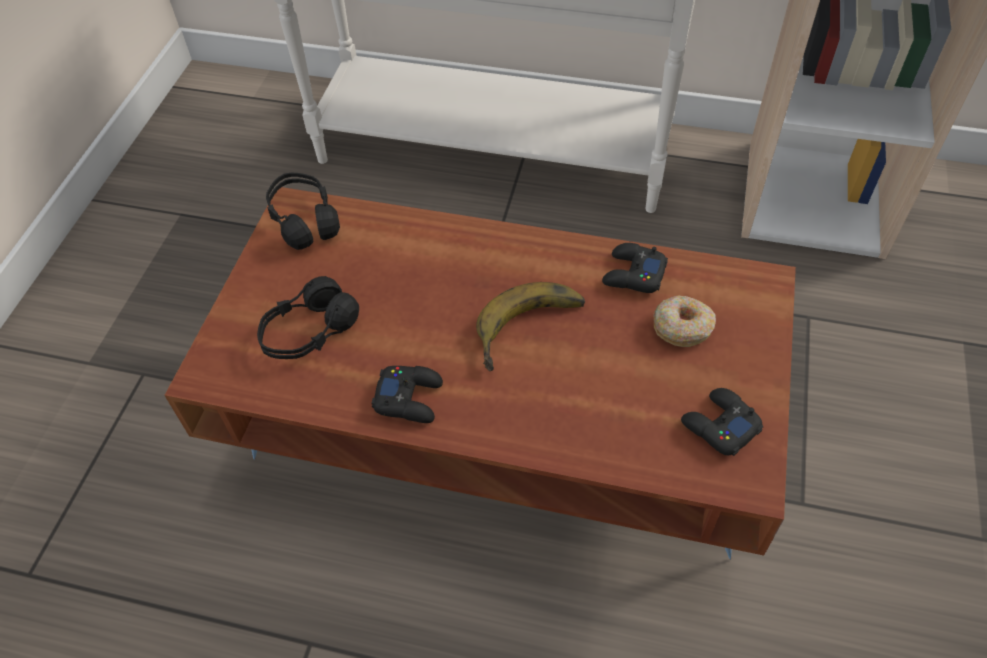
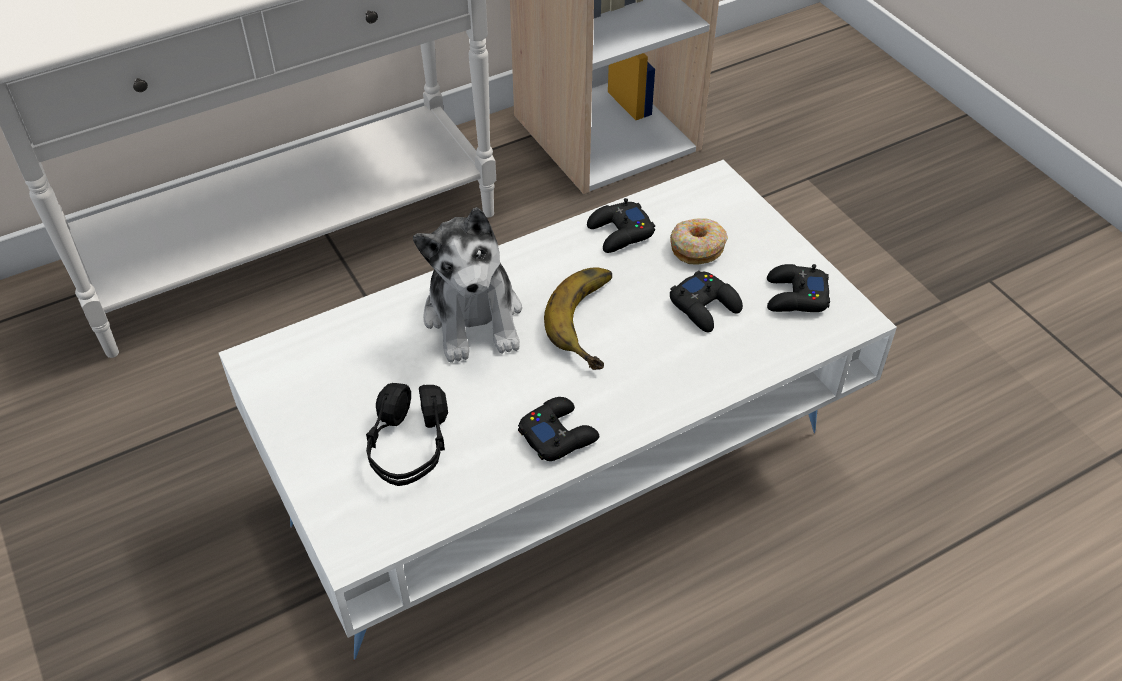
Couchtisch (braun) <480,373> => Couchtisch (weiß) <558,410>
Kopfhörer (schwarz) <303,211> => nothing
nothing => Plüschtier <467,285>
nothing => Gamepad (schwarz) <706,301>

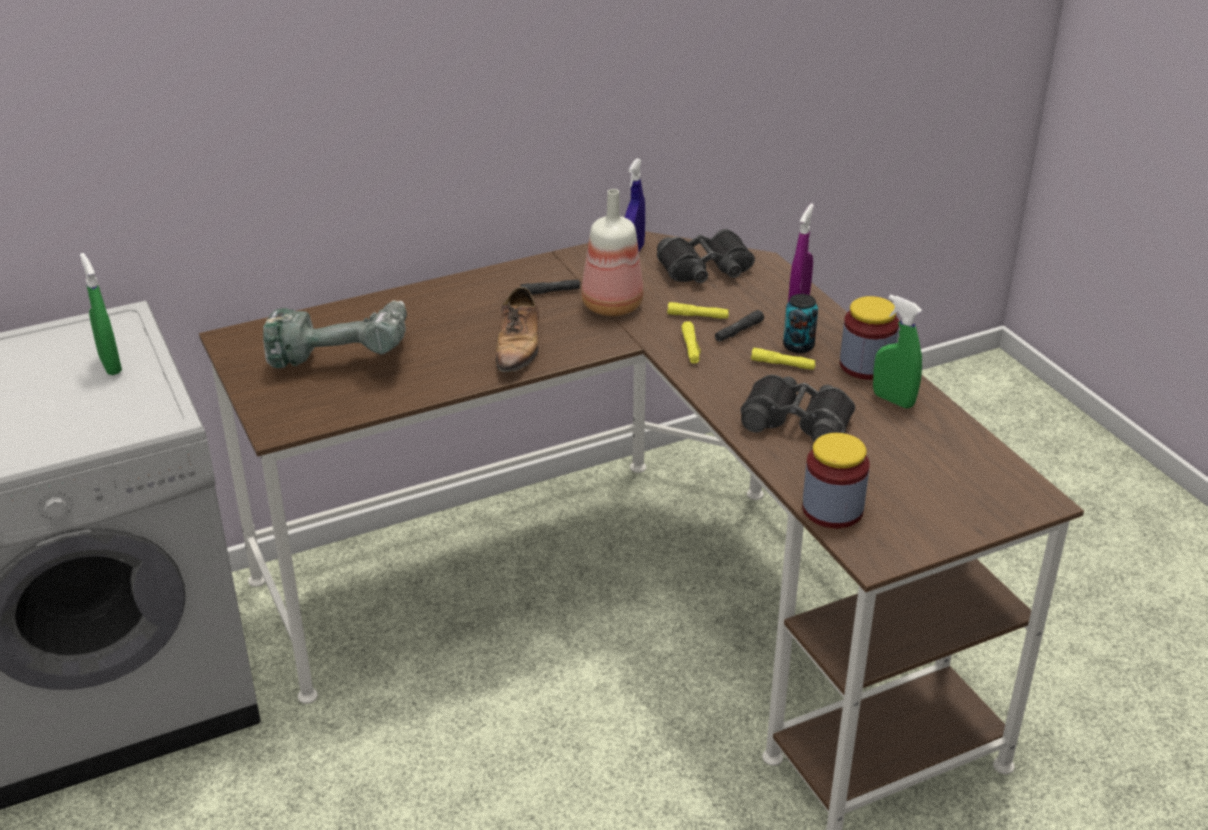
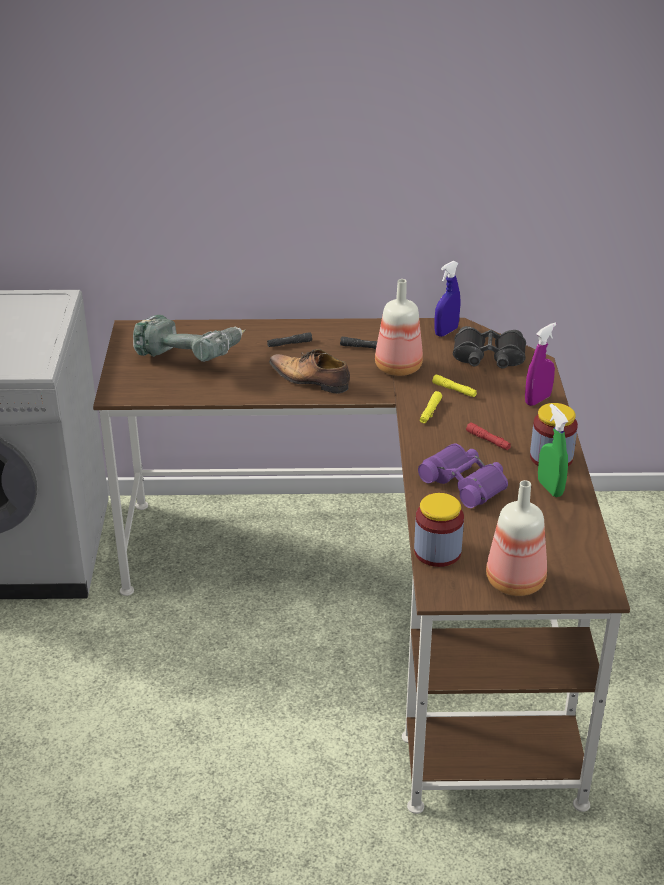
Sprühflasche (grün) <101,314> => nothing
Schuh <517,329> => Schuh <309,371>, 90 degrees clockwise
Taschenlampe (schwarz) <739,326> => Taschenlampe (schwarz) <289,339>, moved
Fernglas (schwarz) <797,408> => Fernglas (lila) <463,476>
Taschenlampe (gelb) <783,359> => Taschenlampe (rot) <488,436>
Dose <800,323> => nothing
nothing => Flasche <516,538>

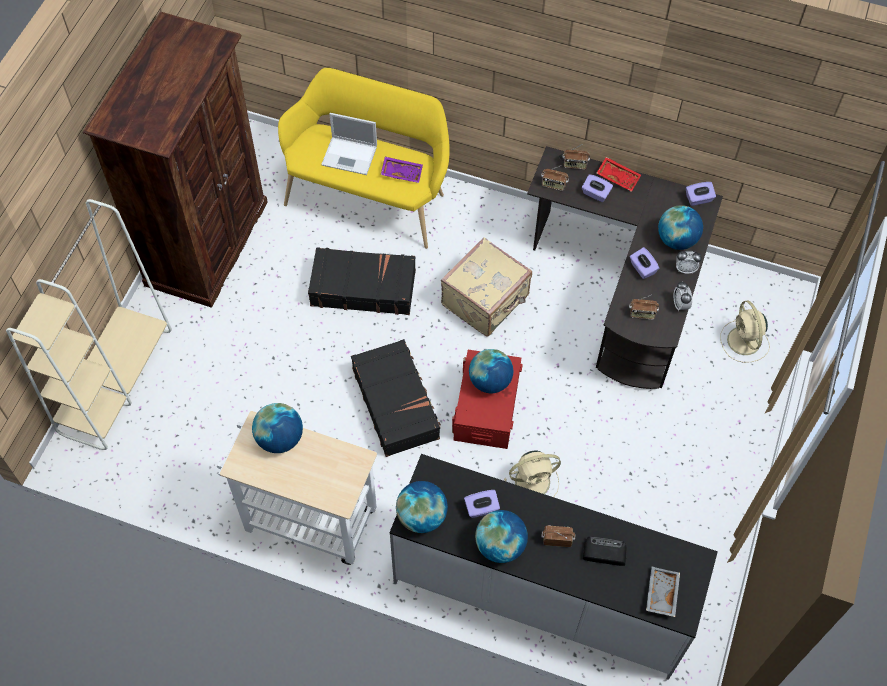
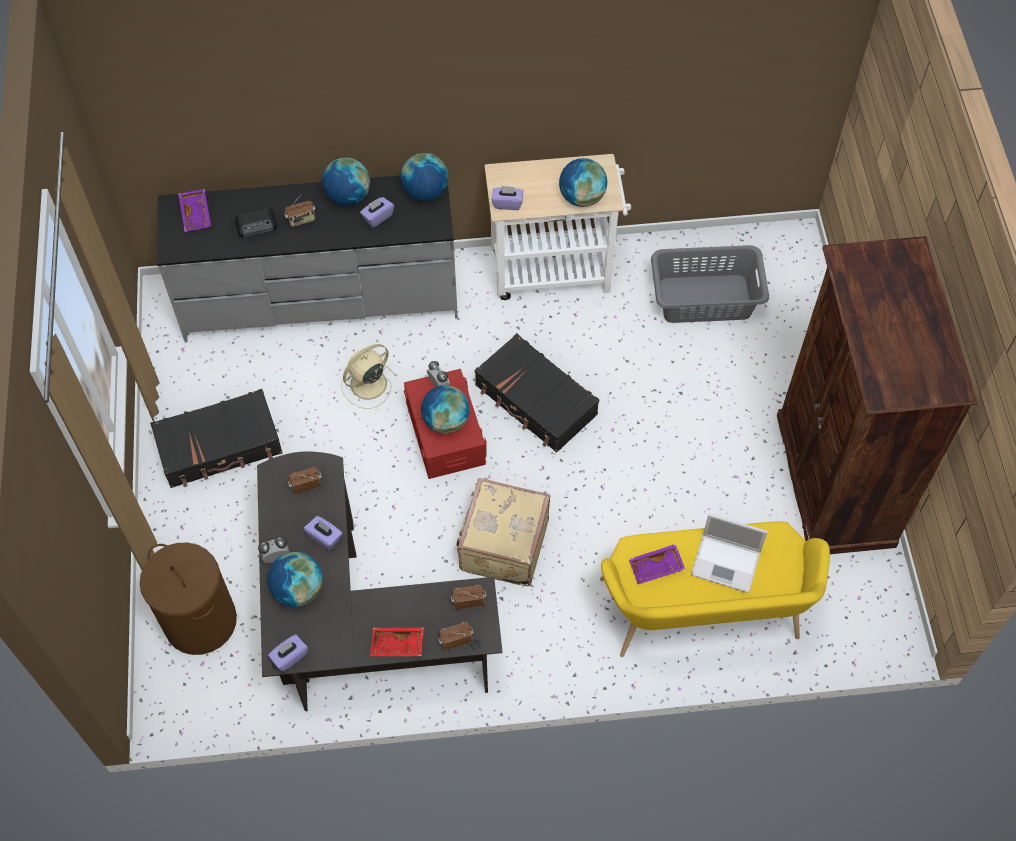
Kleiderständer (beige) <89,324> => nothing
Koffer (schwarz) <362,281> => Koffer (schwarz) <216,438>, moved
Laptop <349,144> => Laptop <729,553>, 150 degrees counterclockwise
Taschentuchbox (lila) <597,188> => Taschentuchbox (lila) <507,198>, moved
Tablett (grau) <663,592> => Tablett (lila) <194,210>
Wecker <683,296> => Wecker <438,374>, moved
Ventilator (beige) <745,332> => Wäschekorb (braun) <188,599>
nothing => Wäschekorb (grau) <710,284>

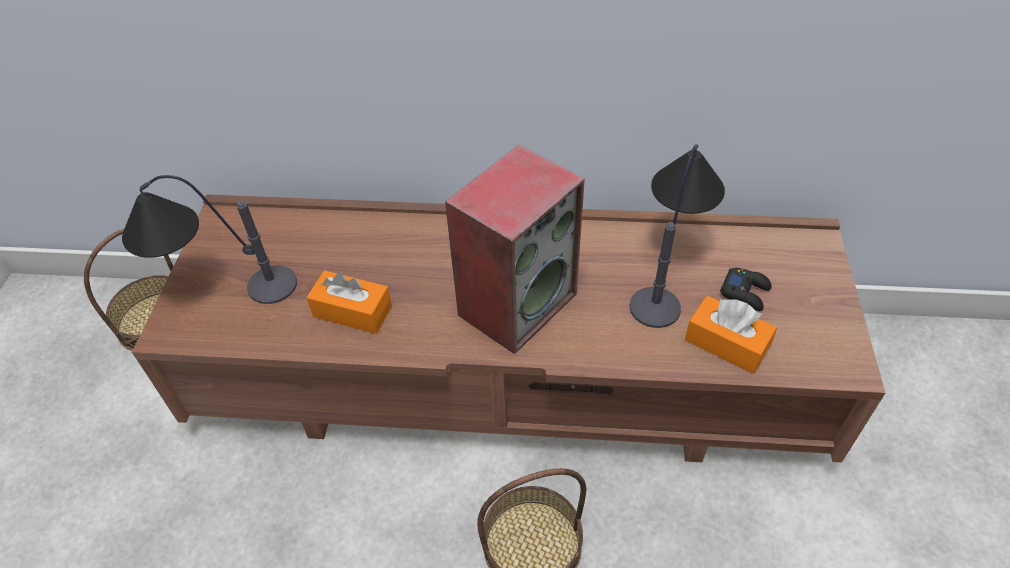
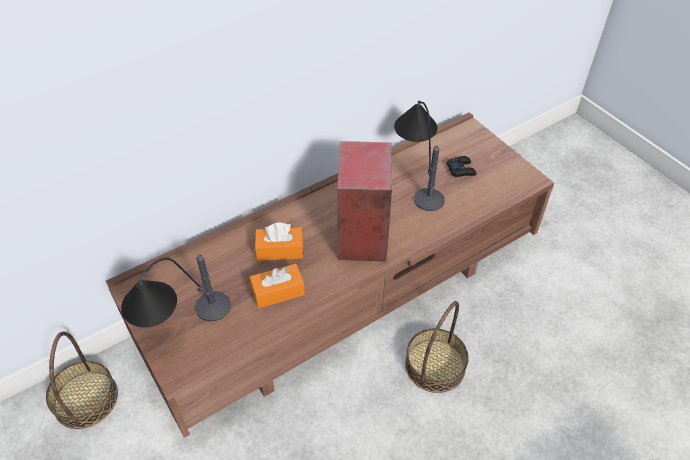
Taschentuchbox (orange) <731,335> => Taschentuchbox (orange) <279,242>, moved

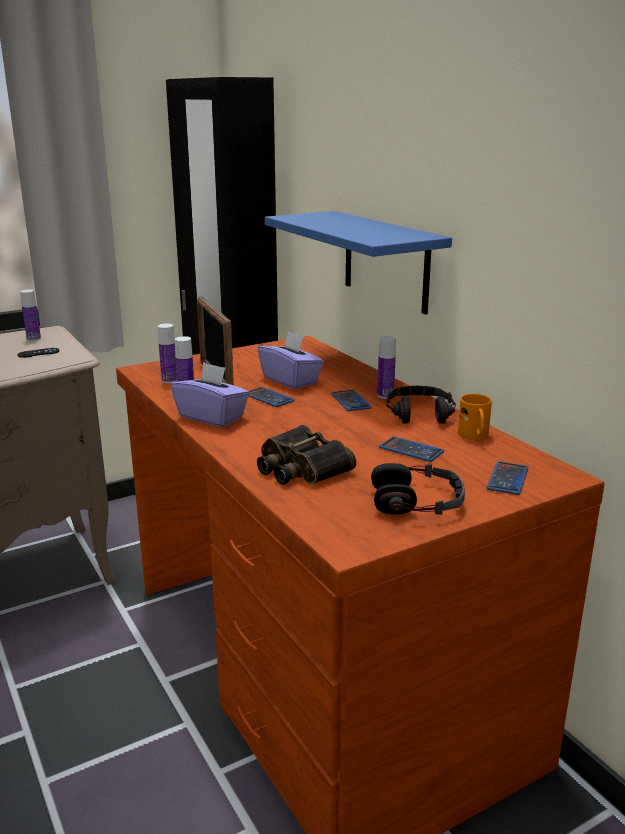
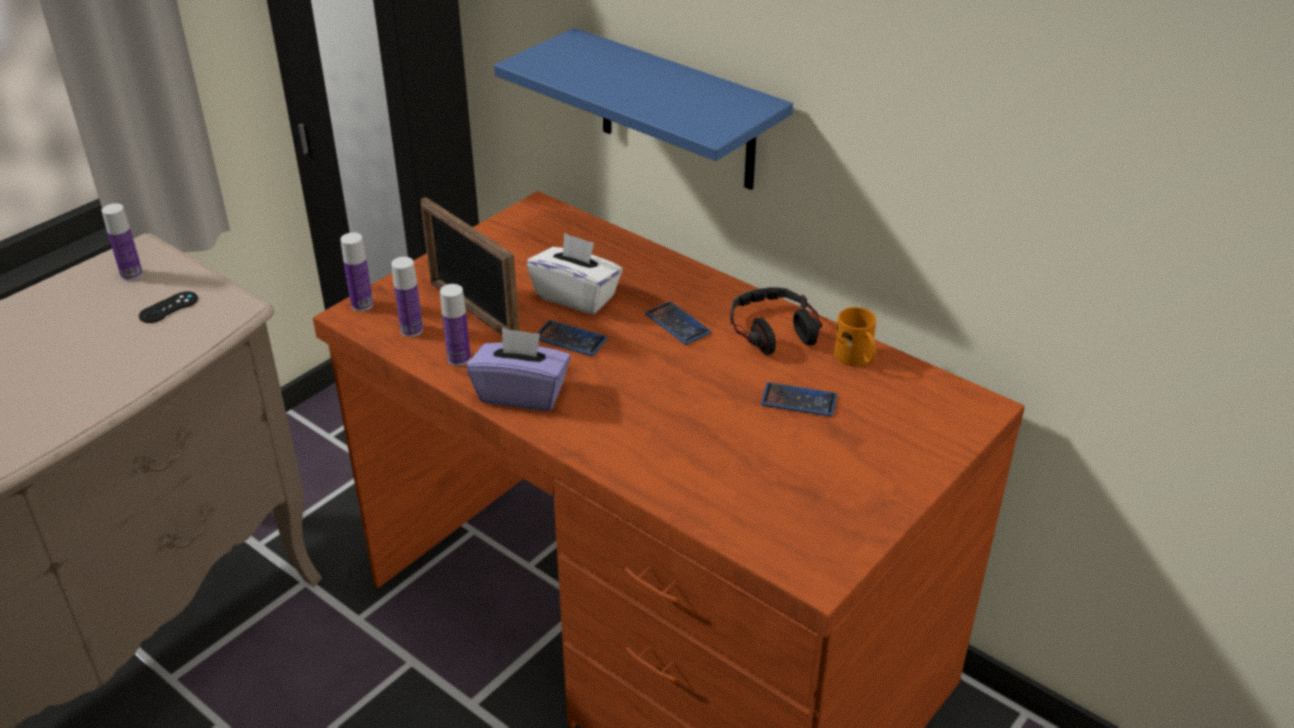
Fernglas <306,455> => nothing
Taschentuchbox (lila) <291,360> => Taschentuchbox (weiß) <575,273>
Kopfhörer <418,489> => nothing
Flasche <386,367> => Flasche <356,272>, moved
Handy <507,478> => nothing

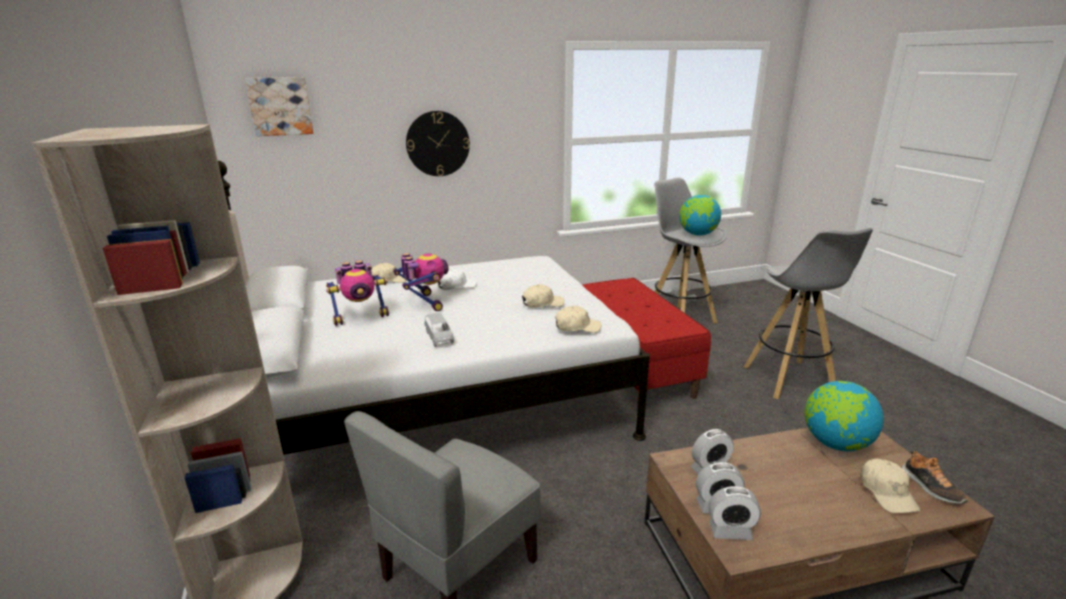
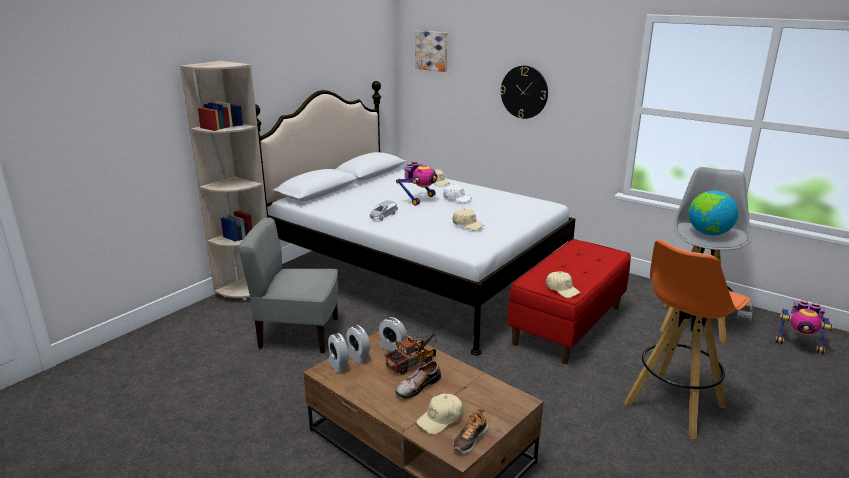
Spielzeugroboter <357,293> => Spielzeugroboter <804,327>, moved
Kappe (beige) <578,319> => Kappe (beige) <563,284>, moved
Hocker (grau) <808,313> => Hocker (orange) <687,340>
Globus <844,416> => nothing
nothing => Spielzeuglaster <411,353>
nothing => Schuh <418,380>

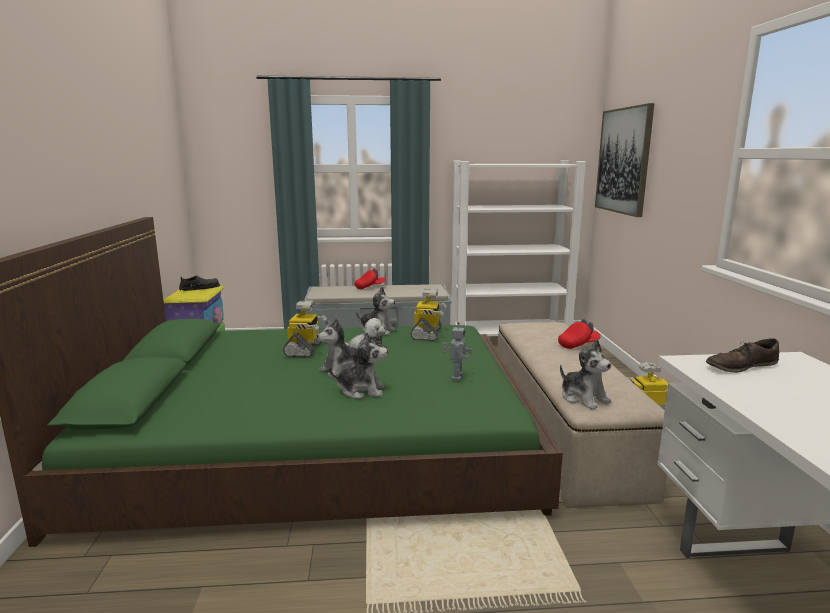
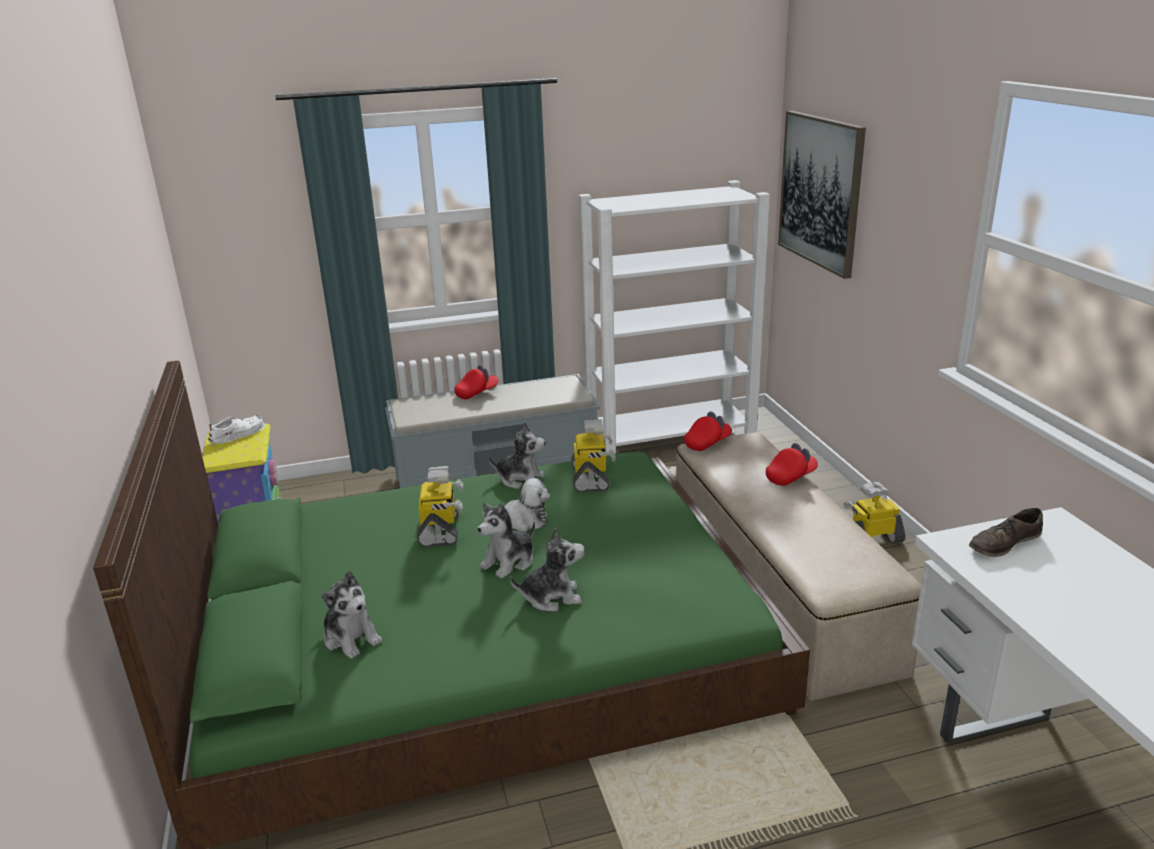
Schuh (schwarz) <199,283> => Schuh (weiß) <237,429>
Spielzeugroboter <457,351> => nothing
Plüschtier <585,374> => Plüschtier <352,615>, moved
nothing => Kappe (rot) <708,431>

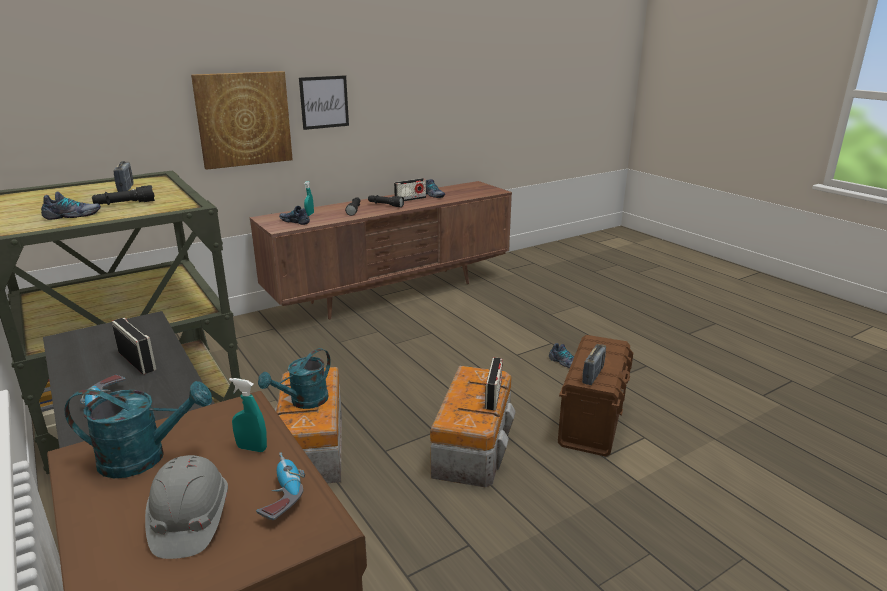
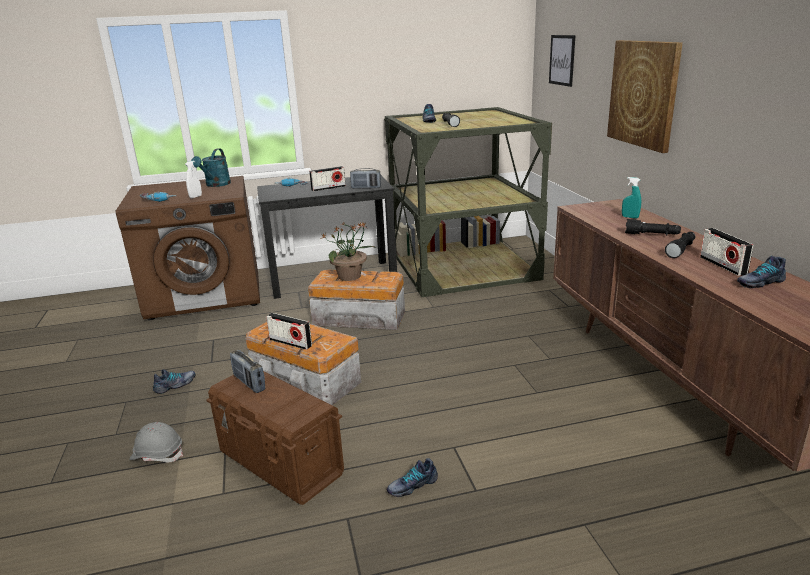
Radio <123,176> => Radio <365,178>, moved
Schutzhelm (grau) <186,507> => Schutzhelm (grau) <156,442>, moved
Sprühflasche (türkis) <248,415> => Sprühflasche (weiß) <193,179>
Gießkanne (türkis) <294,378> => Topfpflanze <348,251>
Schuh <294,215> => Schuh <174,381>, moved
Bild <324,102> => Bild <562,61>, moved

